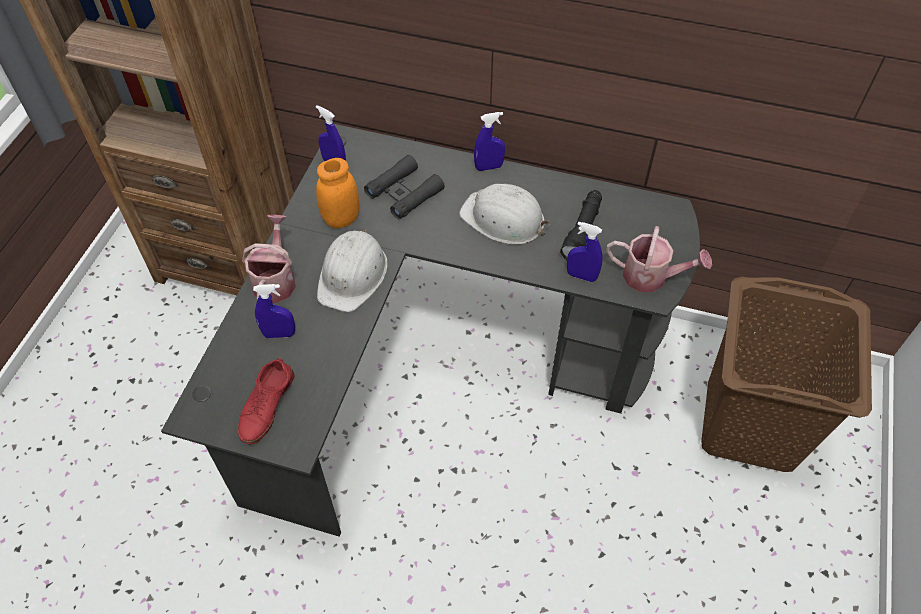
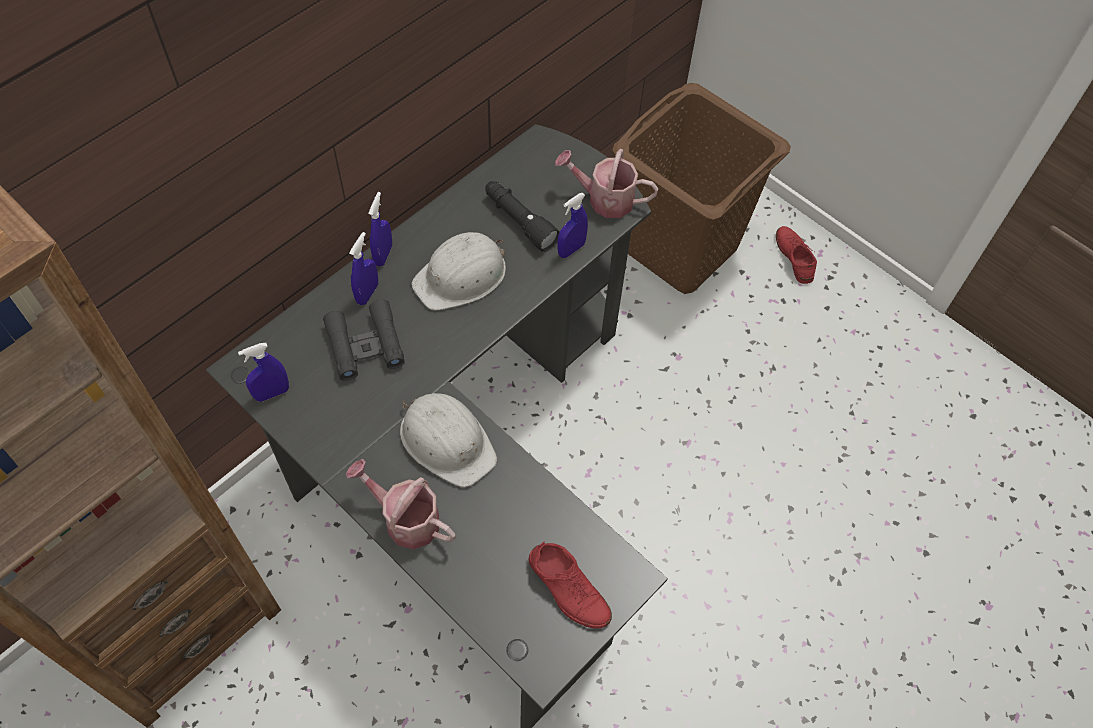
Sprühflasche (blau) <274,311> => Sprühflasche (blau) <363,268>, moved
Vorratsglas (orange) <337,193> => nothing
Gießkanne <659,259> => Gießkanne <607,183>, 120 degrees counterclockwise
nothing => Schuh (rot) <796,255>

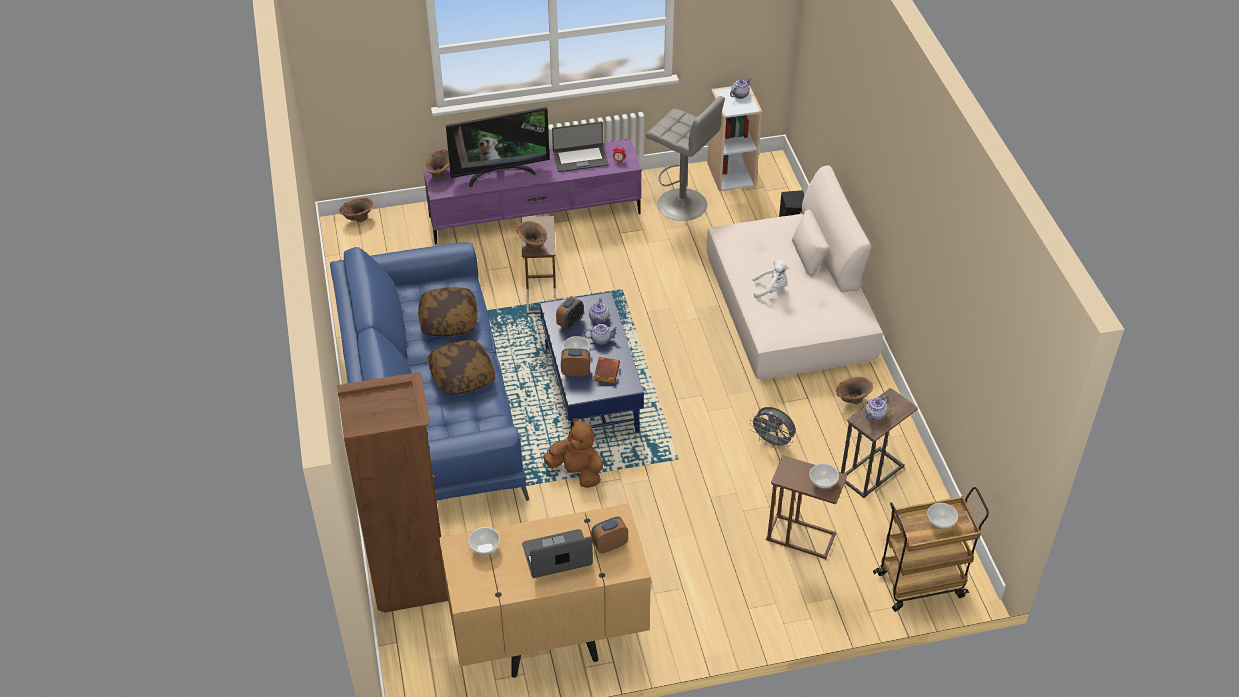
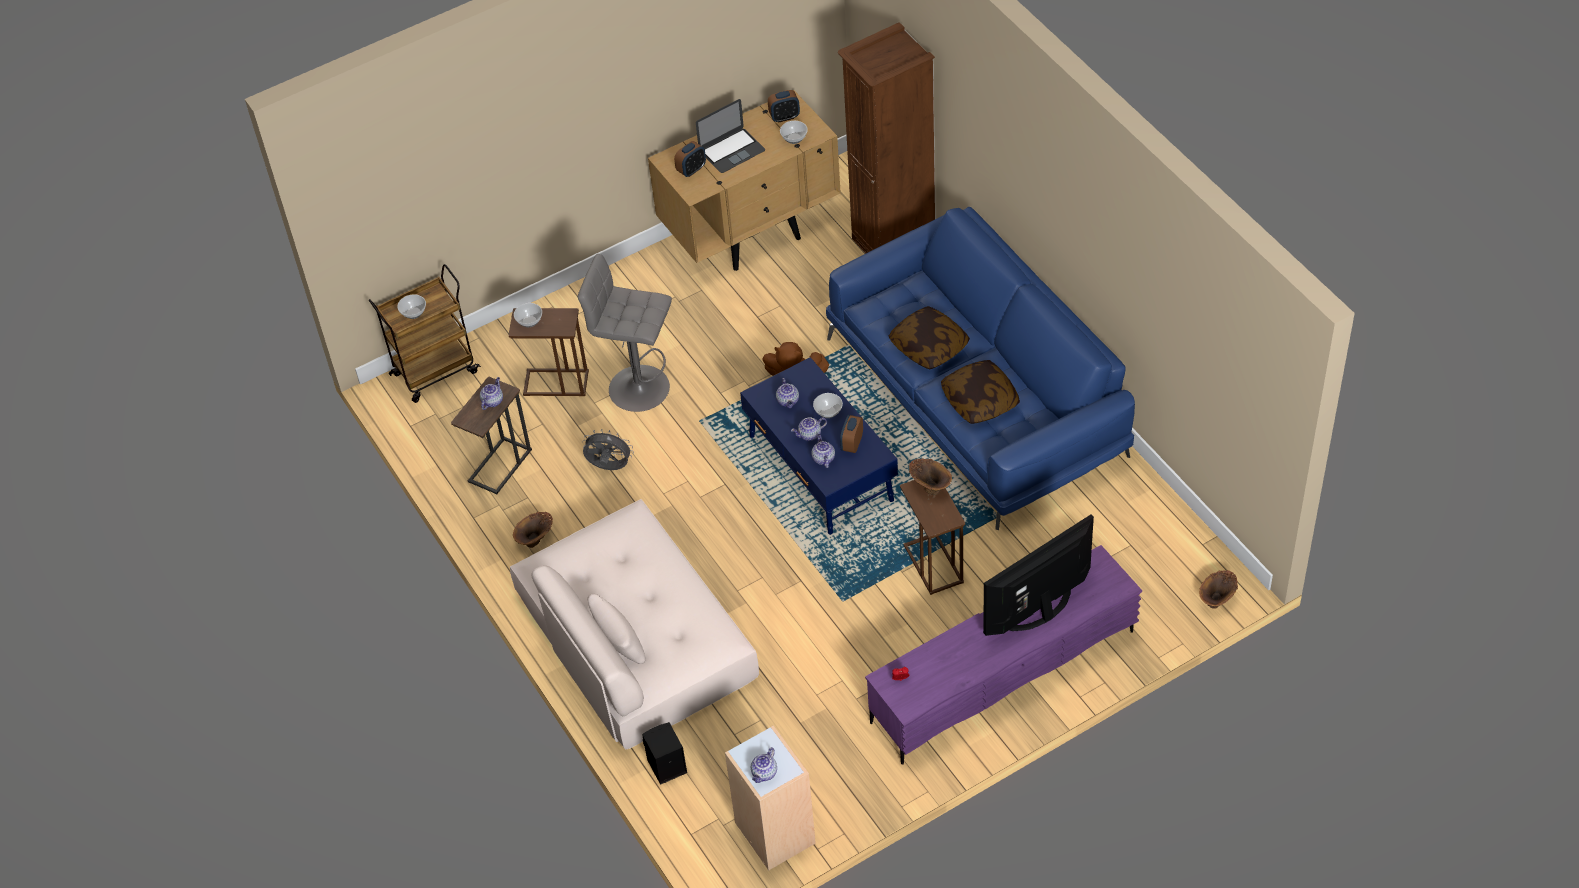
Vase (braun) <437,164> => nothing
Laptop <580,146> => nothing
Wecker <575,362> => Wecker <784,106>, moved
Buch (braun) <606,370> => Teekanne <787,393>
Hocker (grau) <685,158> => Hocker (grau) <625,333>, moved
Plüschtier (weiß) <770,279> => nothing

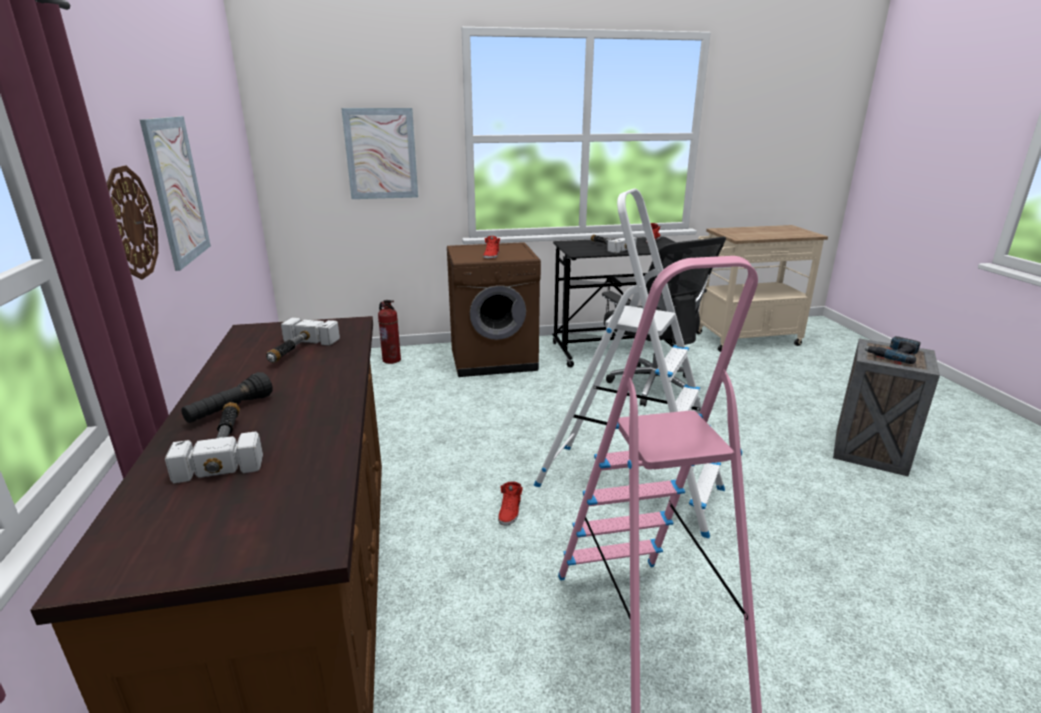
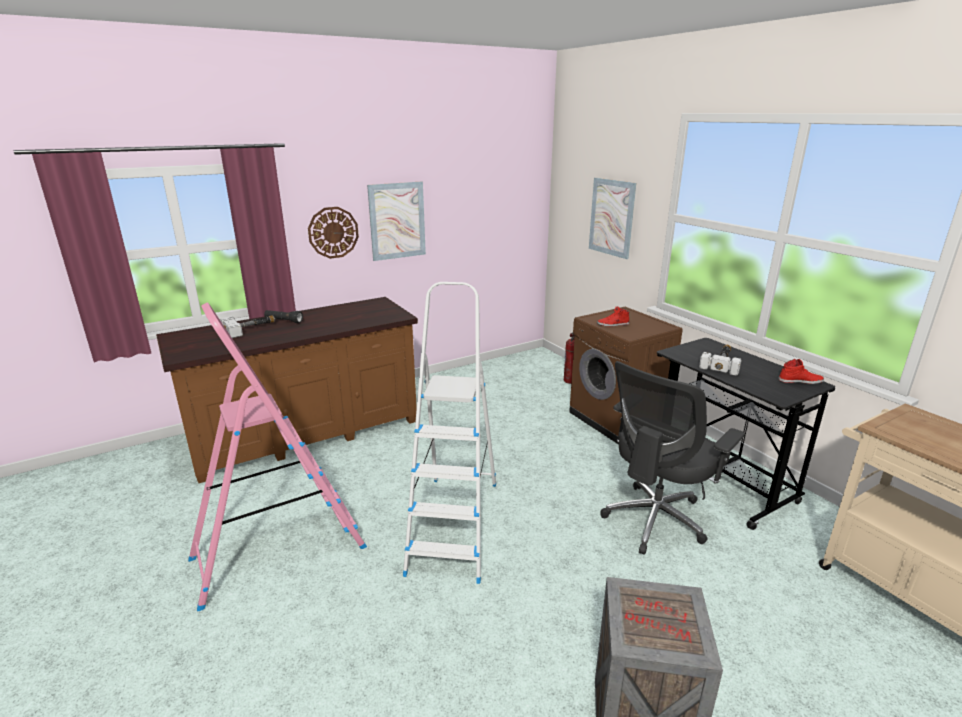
Hammer <303,340> => nothing
Schuh (rot) <510,503> => nothing
Bohrmaschine <892,350> => nothing

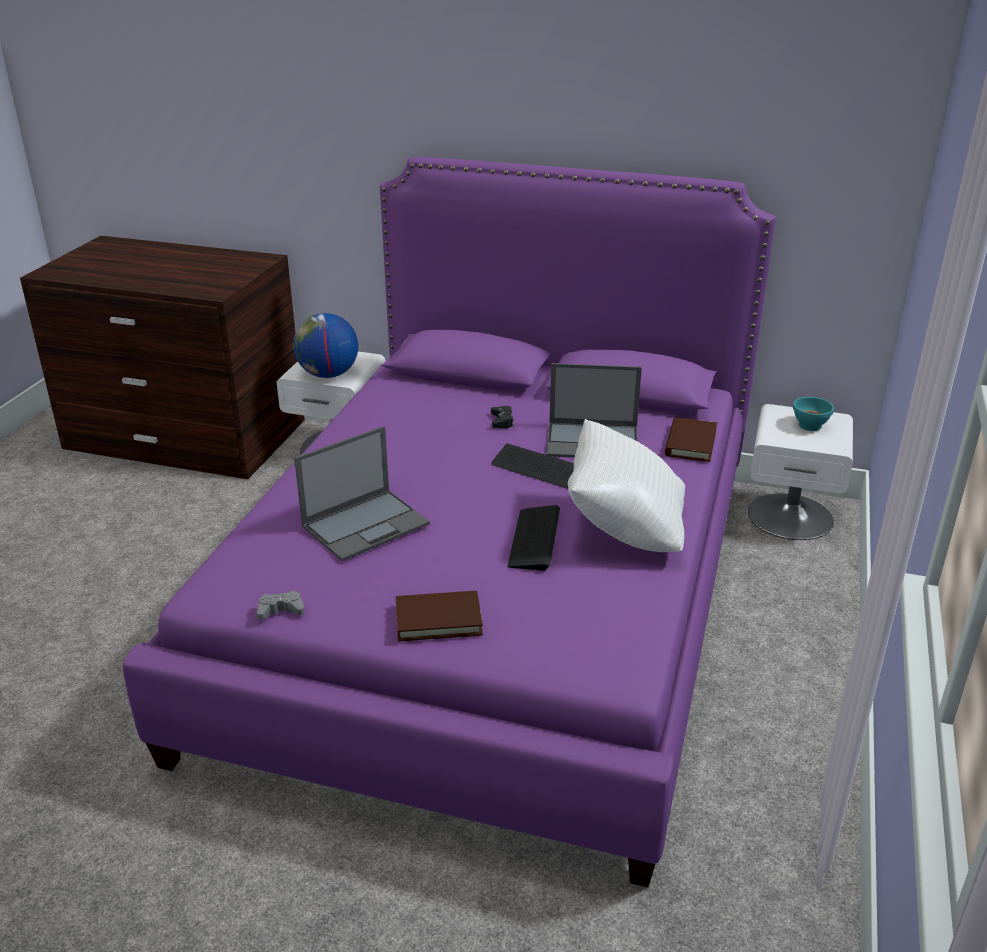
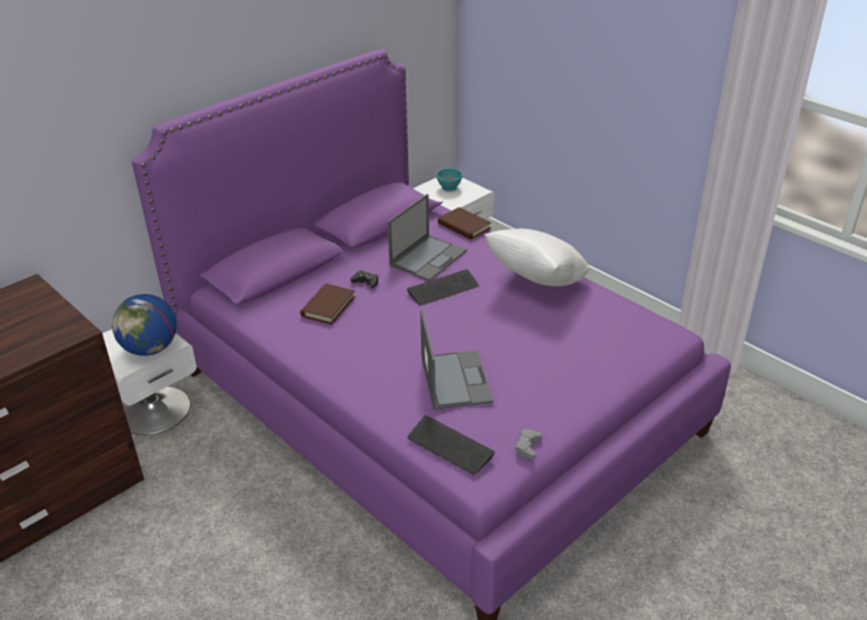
Buch (braun) <439,616> => Buch (braun) <327,304>, moved
Tastatur <533,538> => Tastatur <451,445>, moved

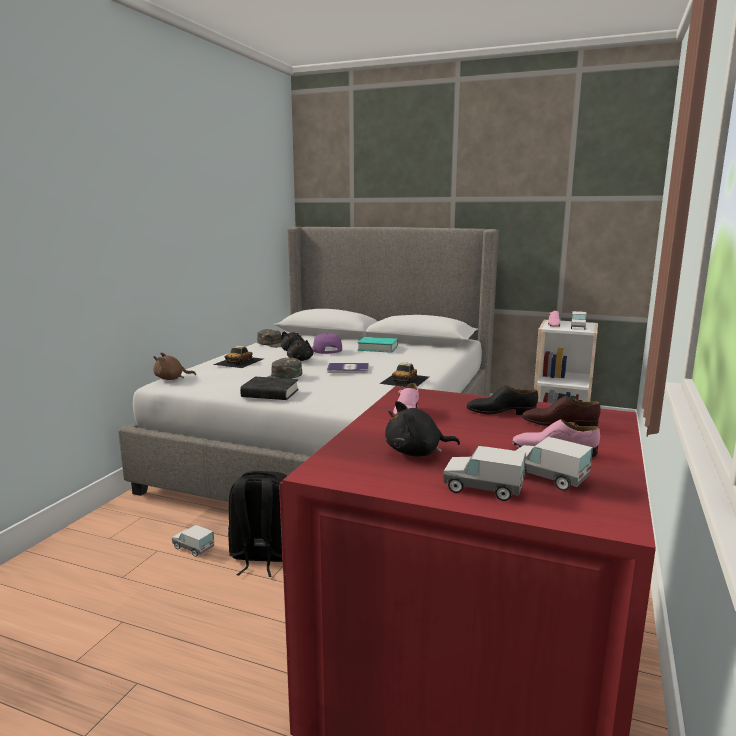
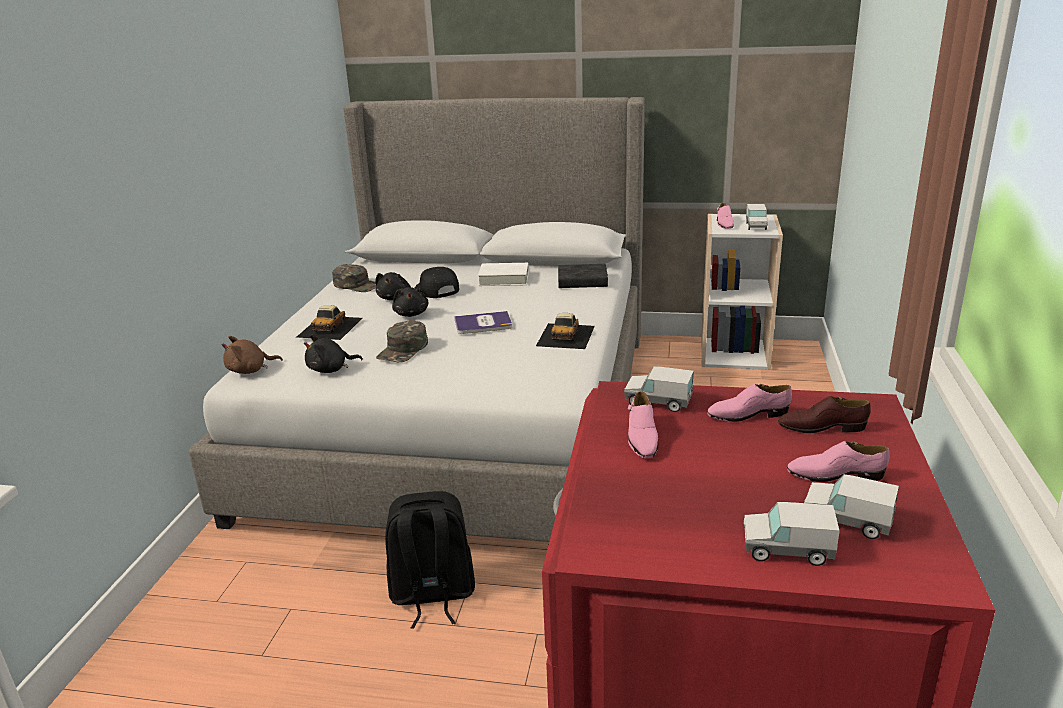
Spielzeuglaster <193,541> => Spielzeuglaster <659,389>, moved
Buch (schwarz) <269,388> => Buch (schwarz) <583,276>, moved
Kappe (lila) <326,343> => Kappe (schwarz) <437,282>
Buch (türkis) <377,345> => Buch (weiß) <503,274>
Plüschtier (schwarz) <422,429> => Plüschtier (schwarz) <333,353>, moved
Schuh (schwarz) <502,400> => Schuh (rosa) <749,403>

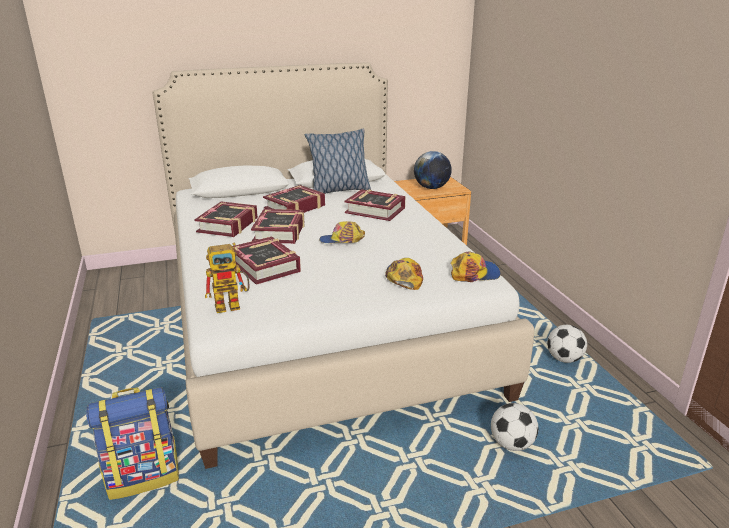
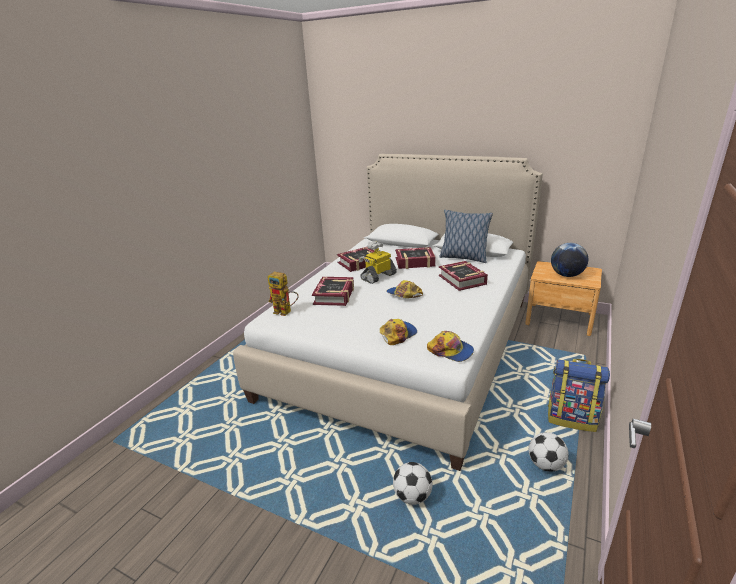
Rucksack <132,443> => Rucksack <579,395>, moved
Buch <277,226> => Spielzeugroboter <378,262>

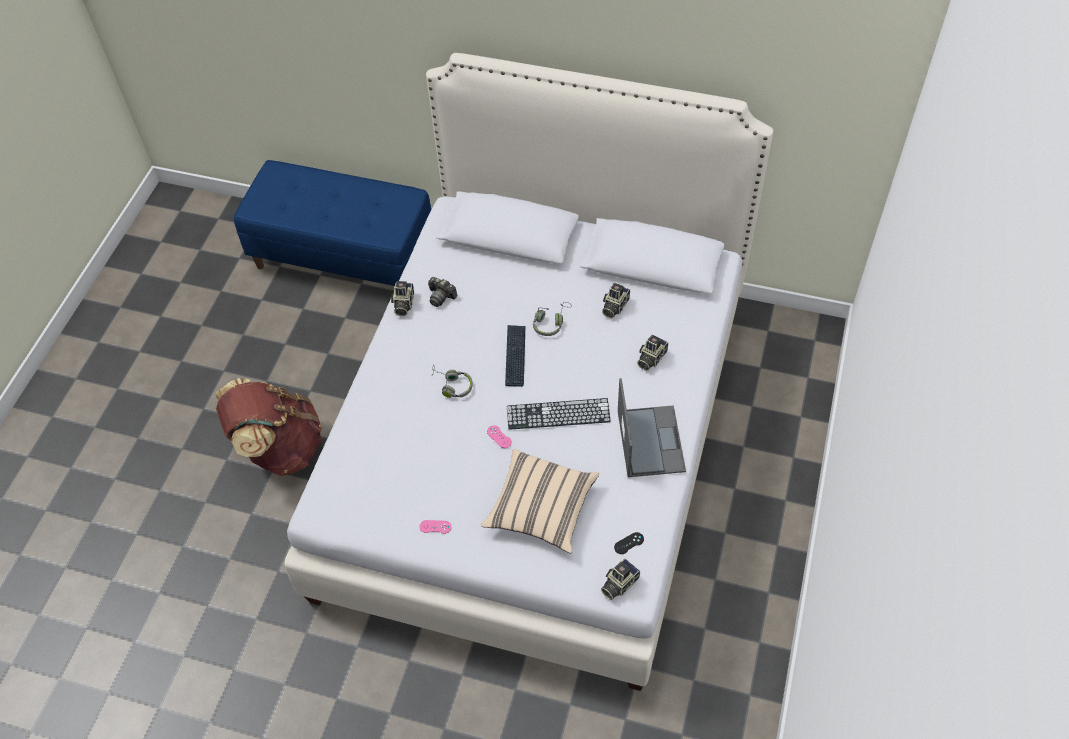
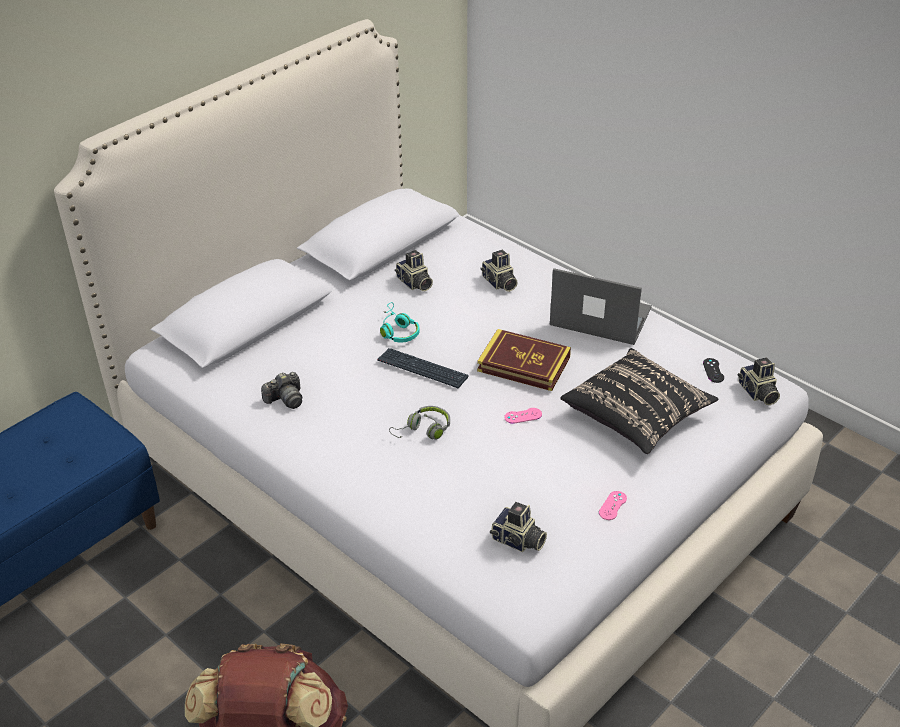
Kamera <402,298> => Kamera <518,527>, moved
Kissen (beige) <540,501> => Kissen (schwarz) <639,401>
Tastatur <559,414> => Buch <524,360>
Kopfhörer (grau) <552,319> => Kopfhörer (türkis) <399,322>

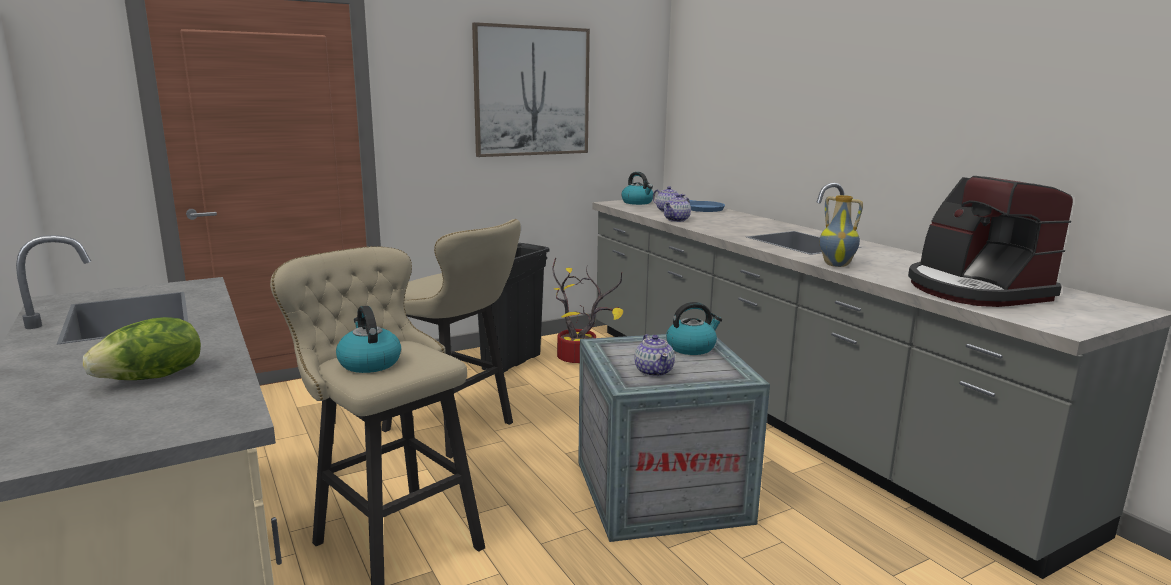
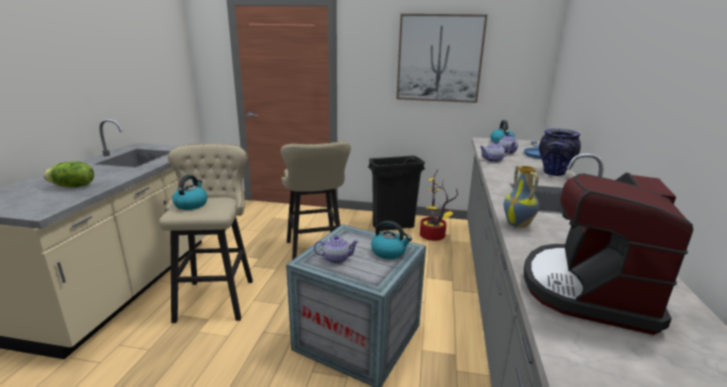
Teekanne <654,355> => Teekanne <336,249>, 120 degrees counterclockwise
nothing => Vase <560,152>

